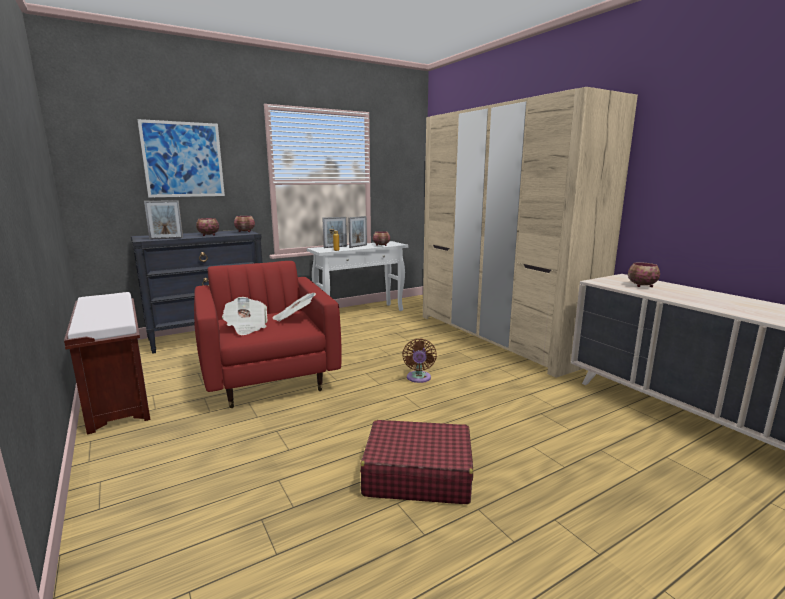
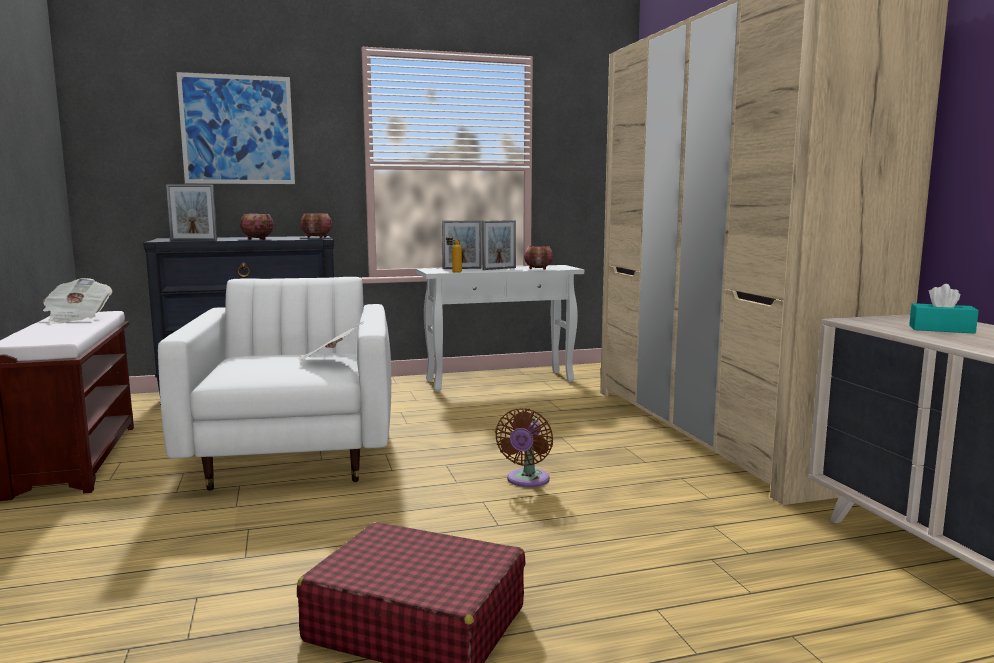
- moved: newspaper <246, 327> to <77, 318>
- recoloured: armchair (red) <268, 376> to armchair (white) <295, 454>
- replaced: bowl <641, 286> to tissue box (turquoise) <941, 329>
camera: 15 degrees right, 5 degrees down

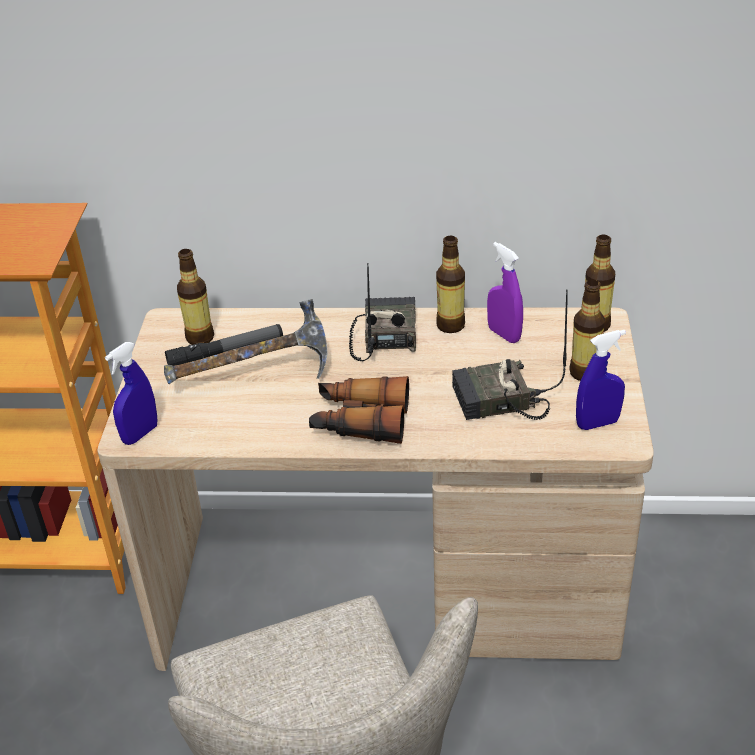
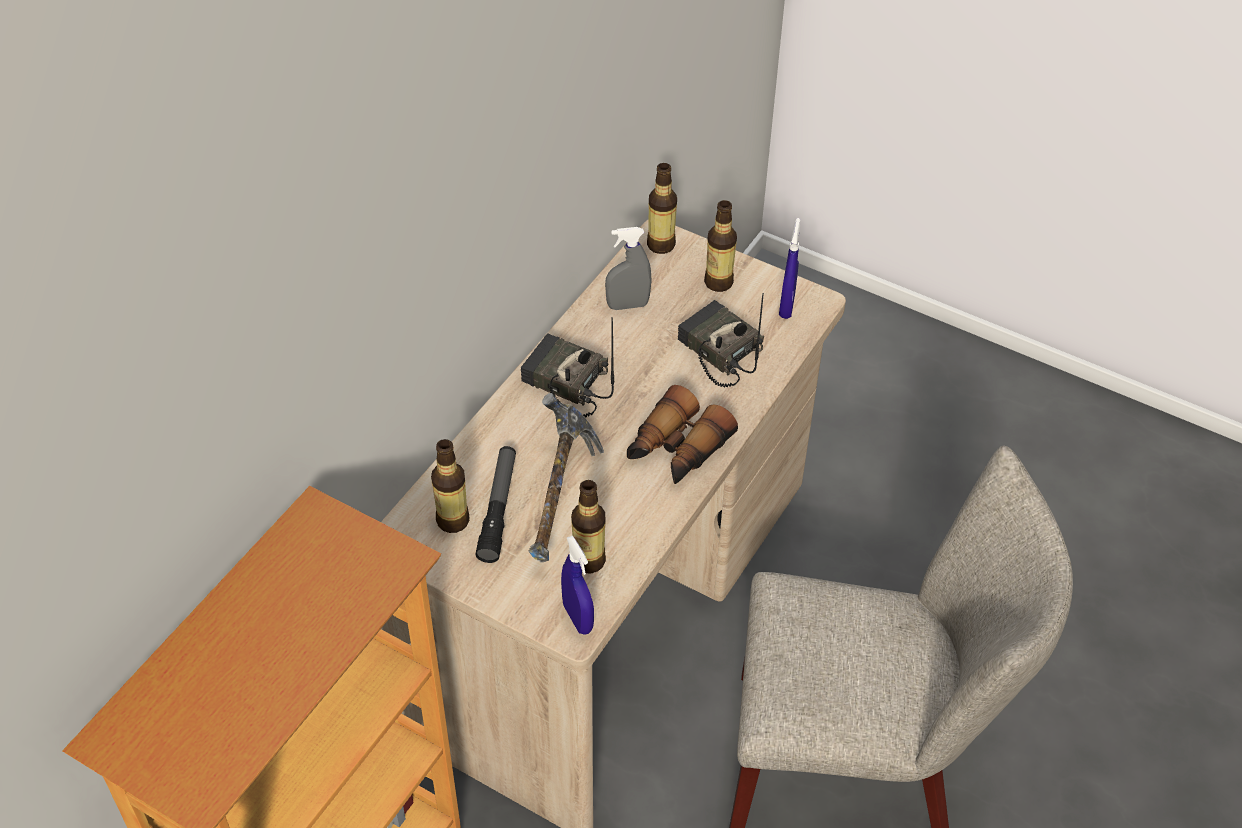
- moved: bottle <450, 325> to <588, 561>
- recoloured: spray bottle (purple) <504, 334> to spray bottle (grey) <627, 305>
- turned: radio <498, 402> = <717, 351> 120 degrees clockwise
camera: 65 degrees left, 10 degrees up

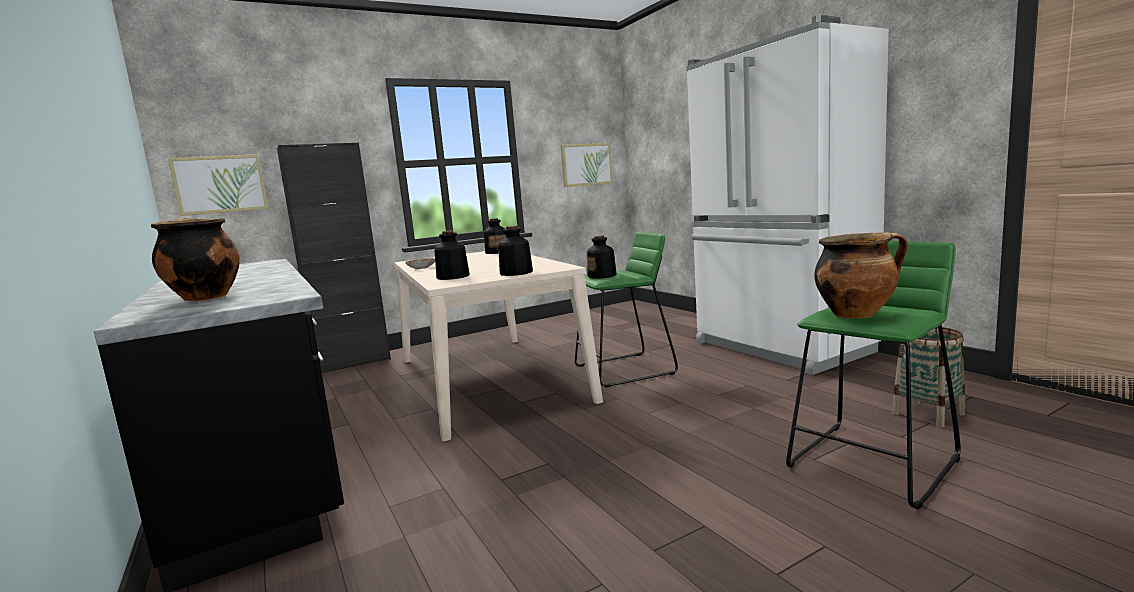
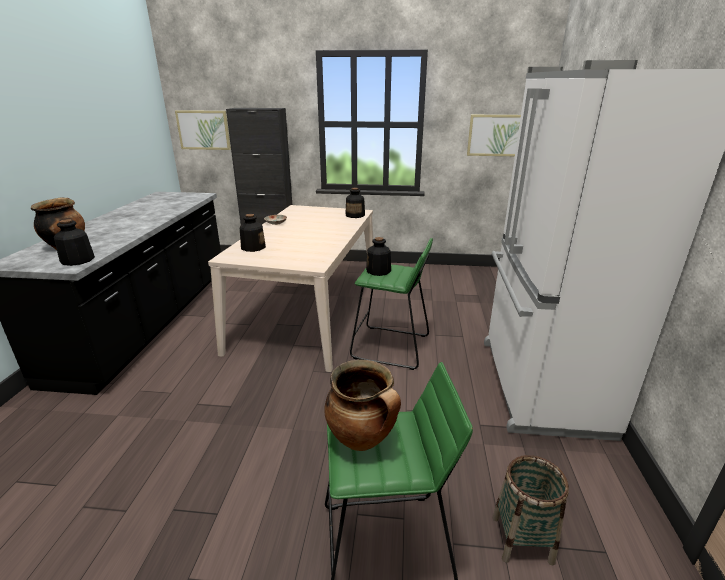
- moved: bottle <516, 273> to <77, 260>
camera: 35 degrees right, 15 degrees up

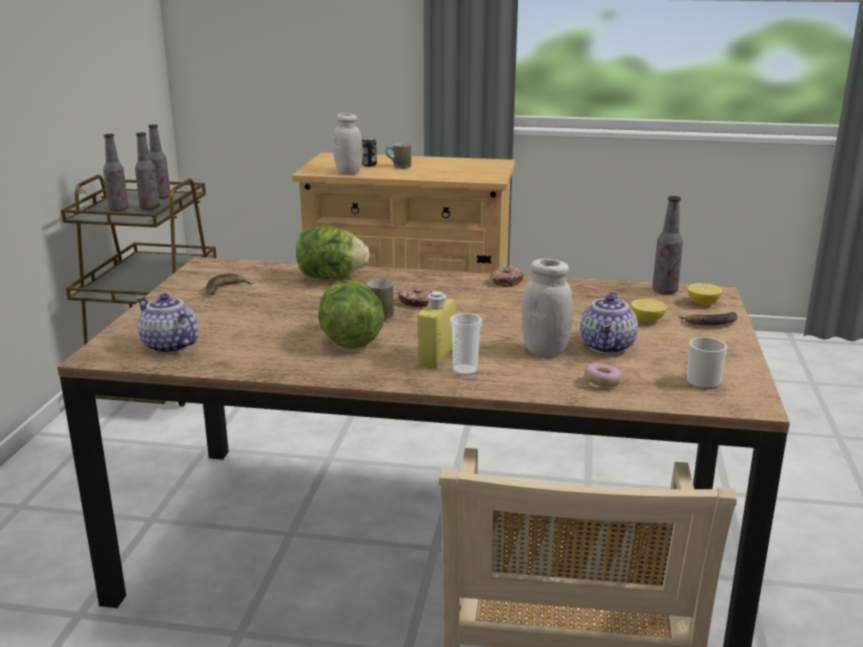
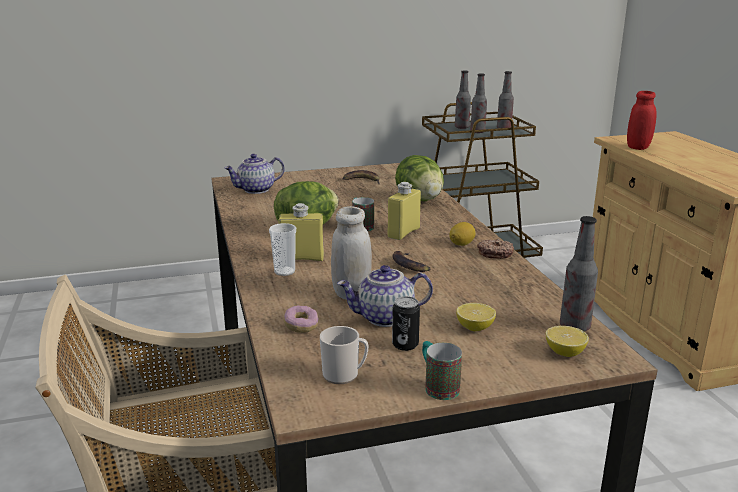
- turned: teapot <168, 346> = <256, 190> 135 degrees counterclockwise
- replaced: donut <416, 302> to bottle (yellow) <403, 233>
- moved: can <369, 165> to <405, 345>
- moved: banana <710, 322> to <410, 265>
- moved: mug <398, 166> to <437, 386>
- added: lemon <461, 244>
- recoloured: jar (white) <348, 172> to jar (red) <638, 147>
camera: 65 degrees right, 0 degrees up

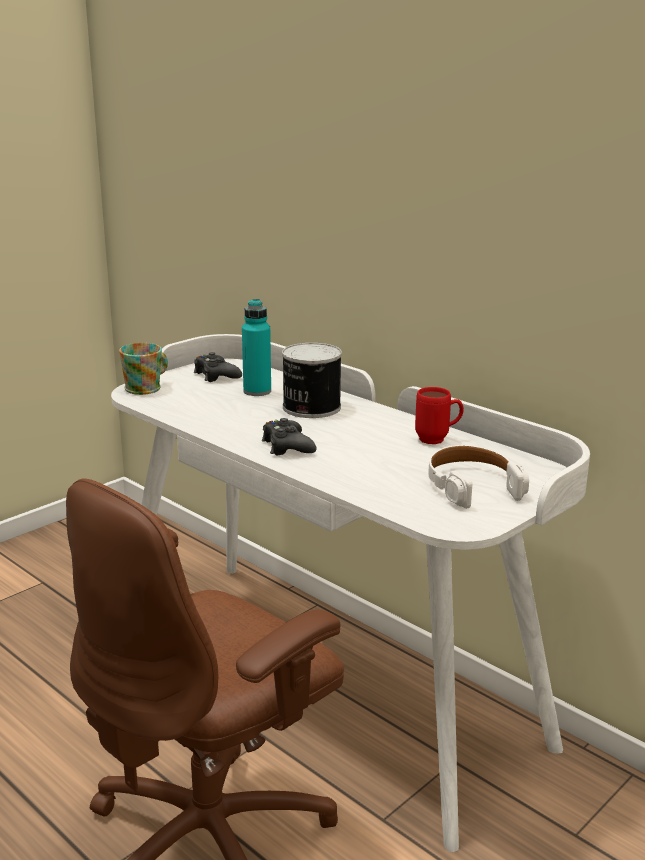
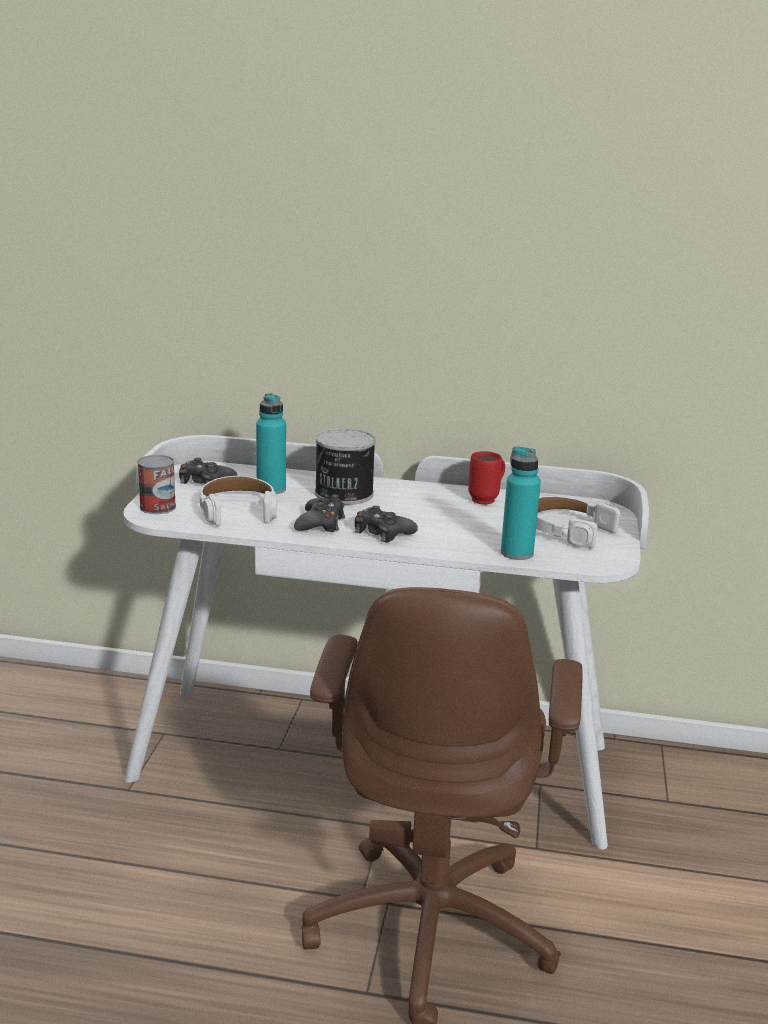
- replaced: mug <147, 387> to can <157, 507>
- added: headphones (white) <238, 510>
- added: game controller (black) <320, 523>
- added: bottle (turquoise) <517, 553>
camera: 35 degrees left, 0 degrees up

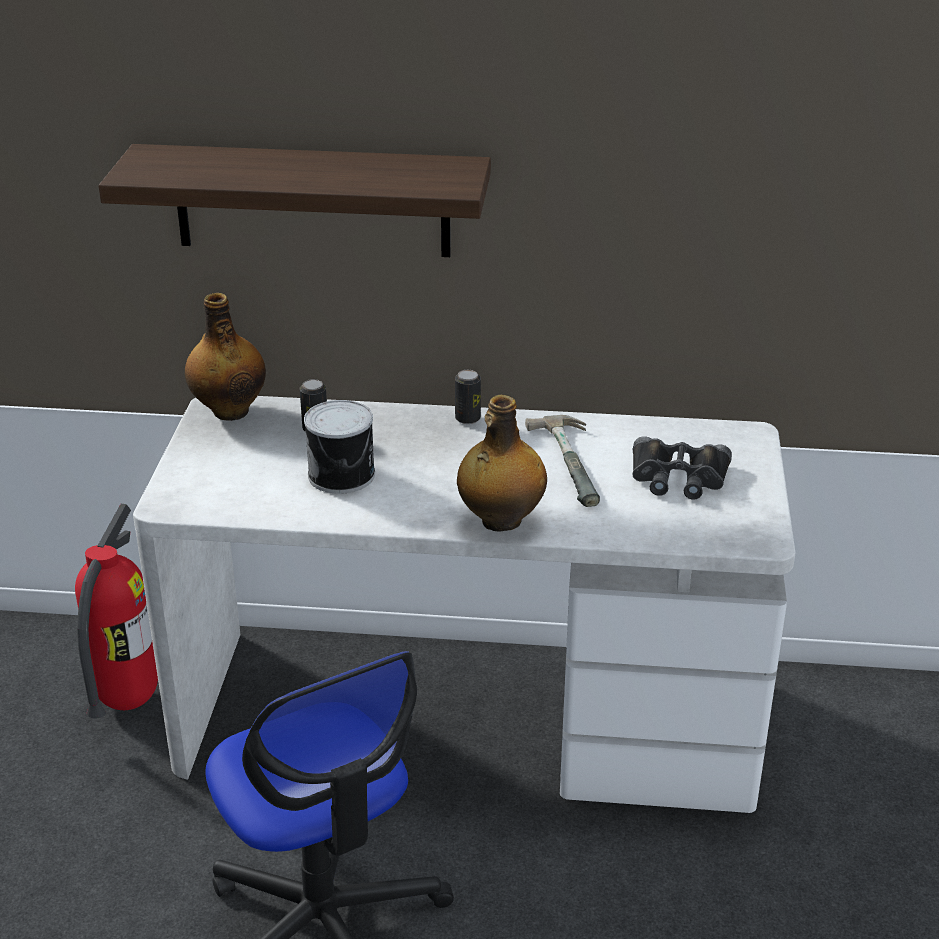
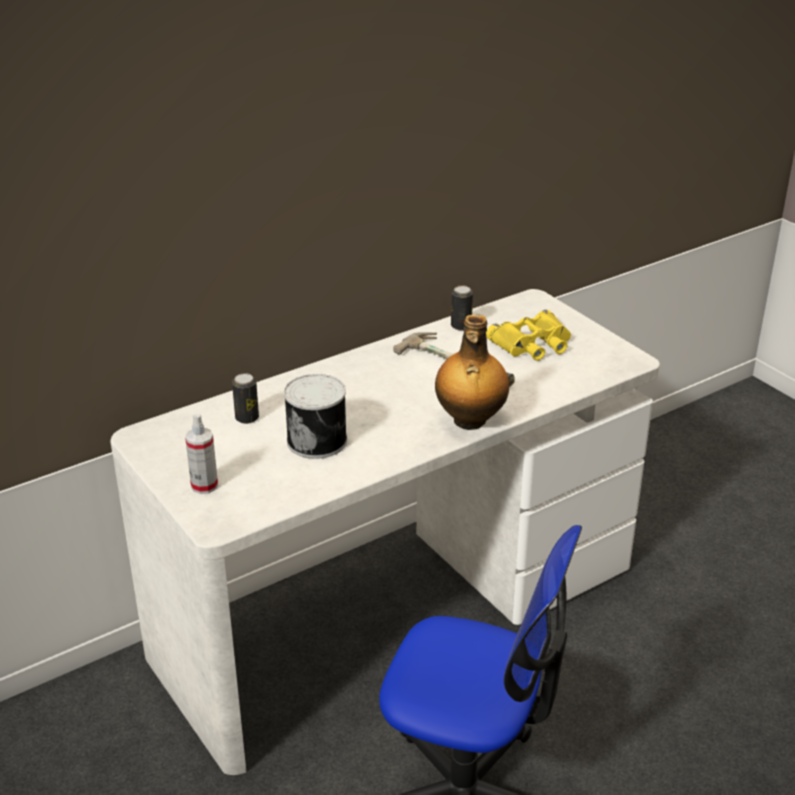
- added: spray bottle <204, 486>
- moved: can <467, 418> to <461, 326>
- recoloured: binoculars (black) <678, 477> to binoculars (yellow) <533, 344>
- removed: fire extinguisher <127, 701>
- removed: shelf <312, 201>
- removed: bottle <229, 410>
camera: 40 degrees left, 0 degrees up

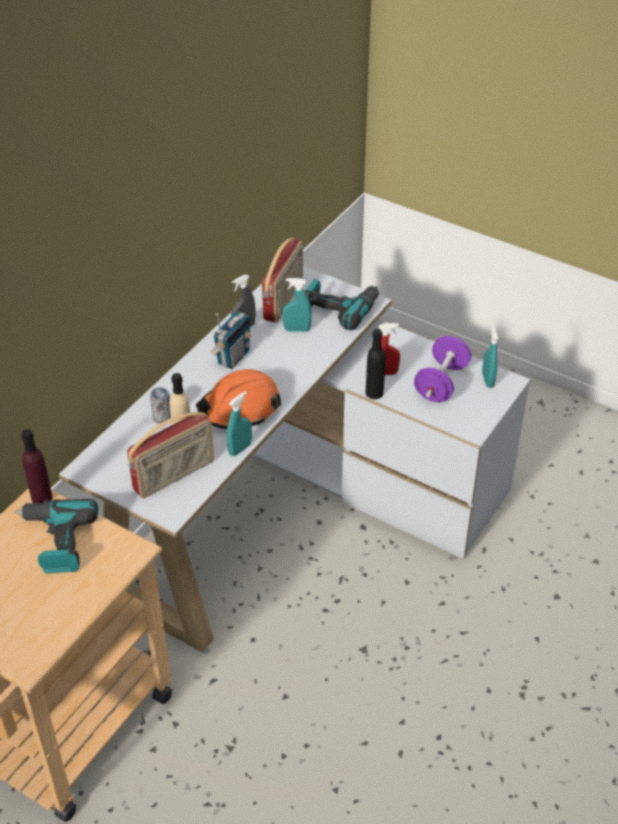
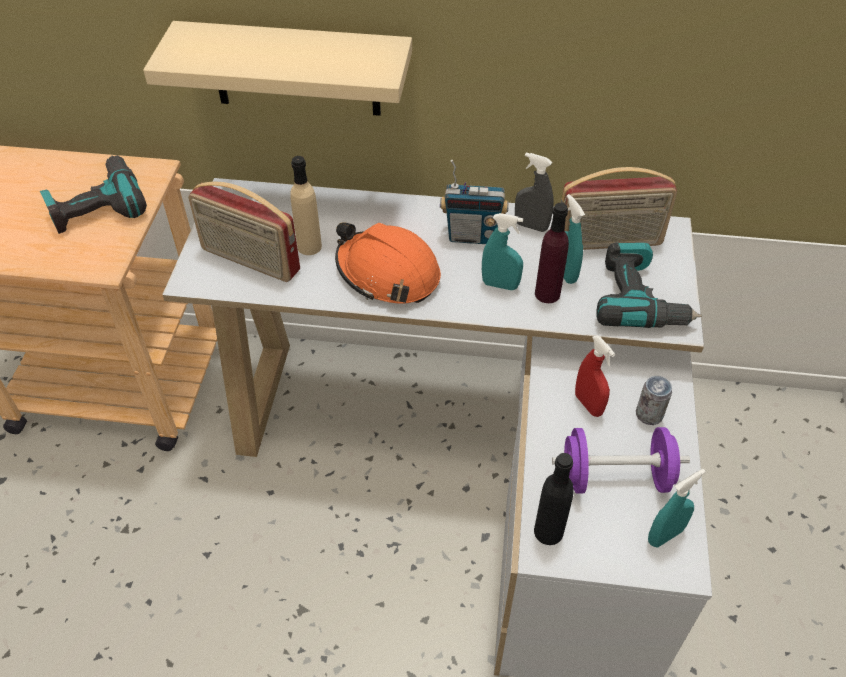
- added: shelf (beige) <296, 69>
- moved: spray bottle (turquoise) <240, 449> to <500, 285>
- moved: bottle (black) <374, 393> to <548, 531>
- moved: bottle (purple) <42, 498> to <547, 294>
- moved: can <162, 418> to <649, 415>
camera: 65 degrees right, 5 degrees up

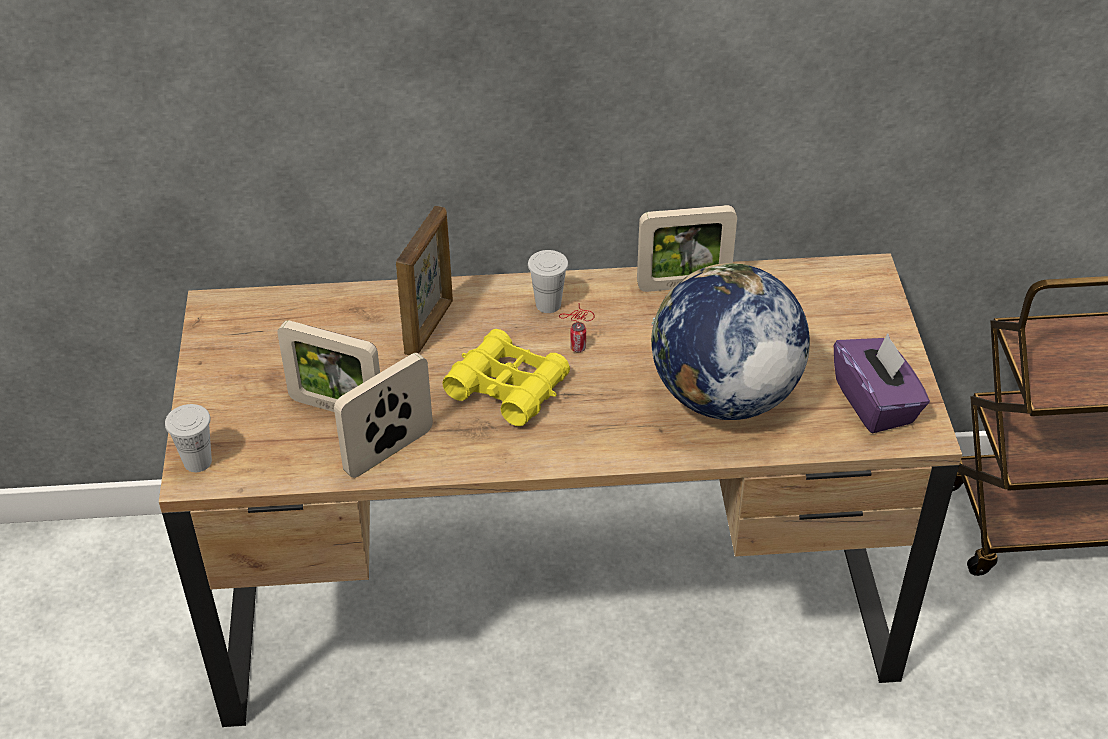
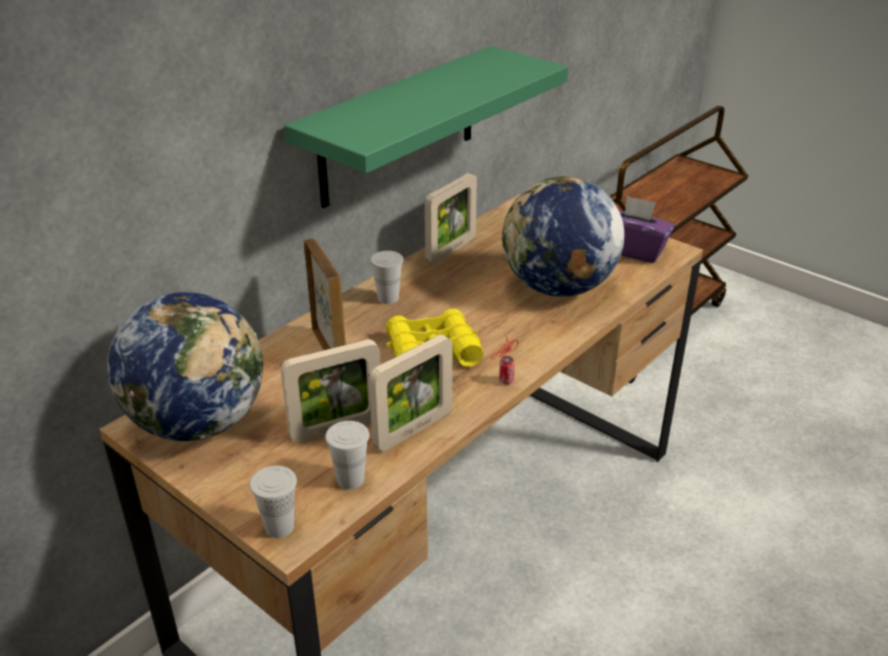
- added: globe <199, 422>
- added: shelf (green) <399, 126>
- added: cup (white) <350, 479>
- turned: picture frame <389, 451> = <413, 430> 135 degrees counterclockwise
- moved: can <576, 348> to <504, 382>
camera: 45 degrees left, 10 degrees down

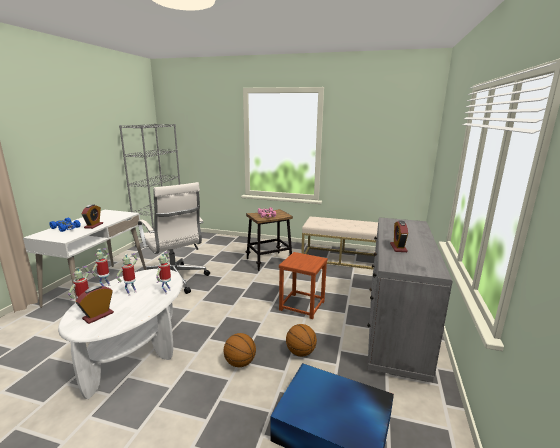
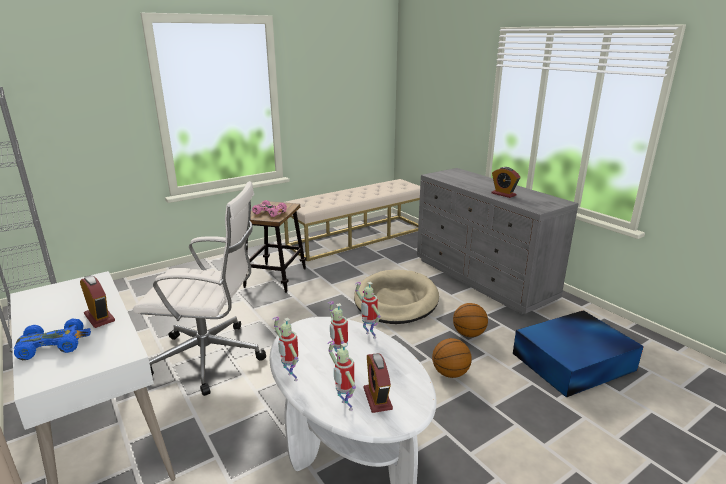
- replaced: stool (brown) <302, 306> to dog bed (beige) <396, 300>
camera: 50 degrees left, 5 degrees up

